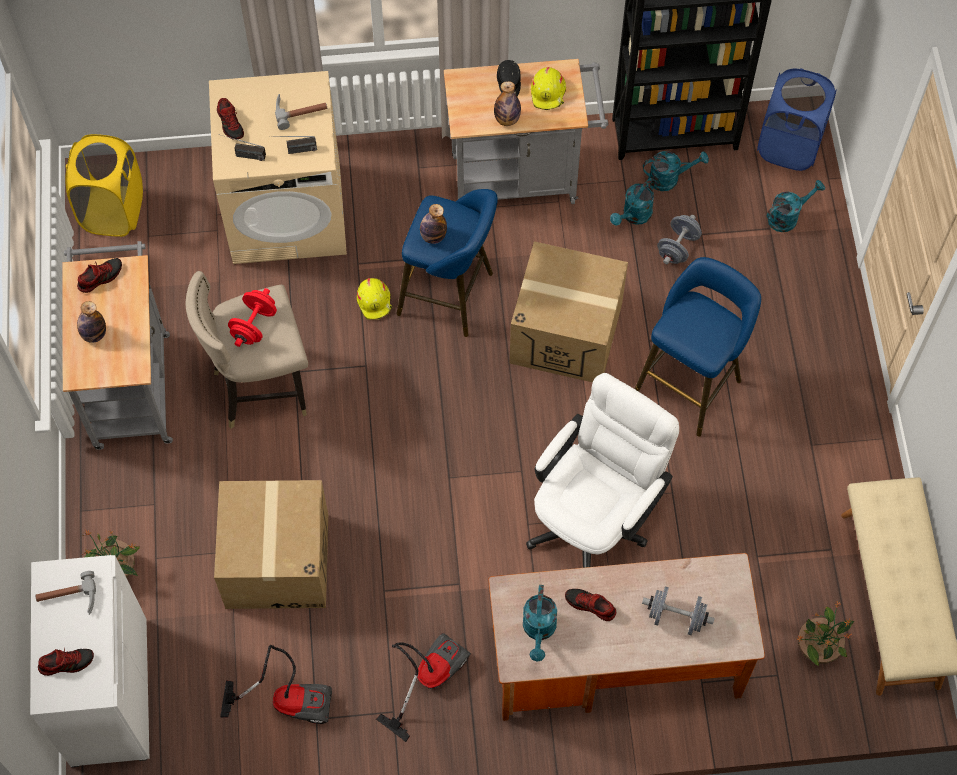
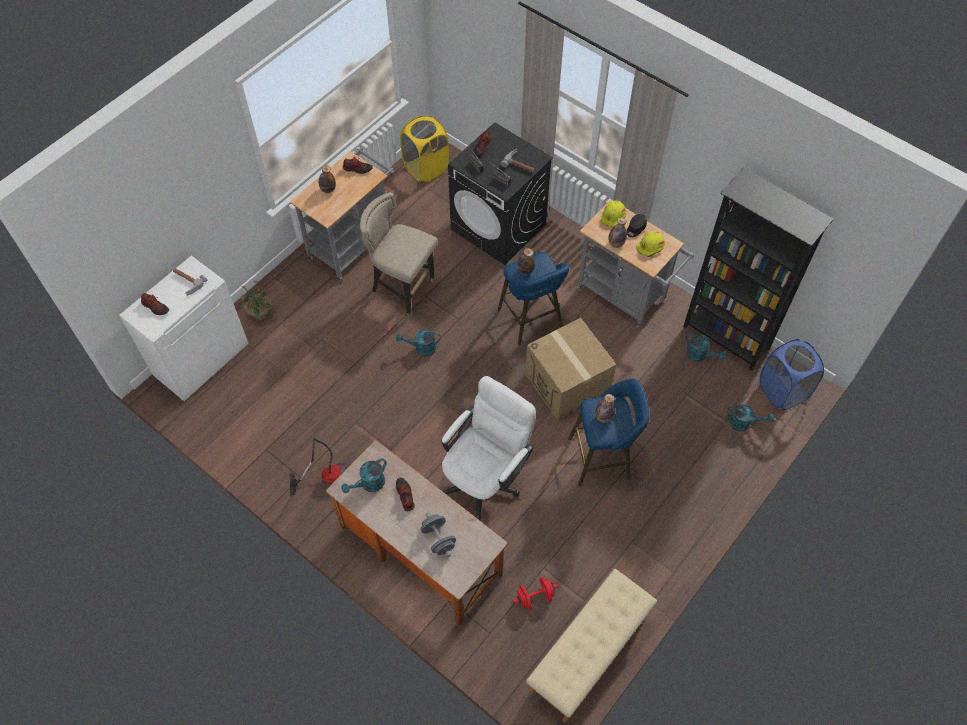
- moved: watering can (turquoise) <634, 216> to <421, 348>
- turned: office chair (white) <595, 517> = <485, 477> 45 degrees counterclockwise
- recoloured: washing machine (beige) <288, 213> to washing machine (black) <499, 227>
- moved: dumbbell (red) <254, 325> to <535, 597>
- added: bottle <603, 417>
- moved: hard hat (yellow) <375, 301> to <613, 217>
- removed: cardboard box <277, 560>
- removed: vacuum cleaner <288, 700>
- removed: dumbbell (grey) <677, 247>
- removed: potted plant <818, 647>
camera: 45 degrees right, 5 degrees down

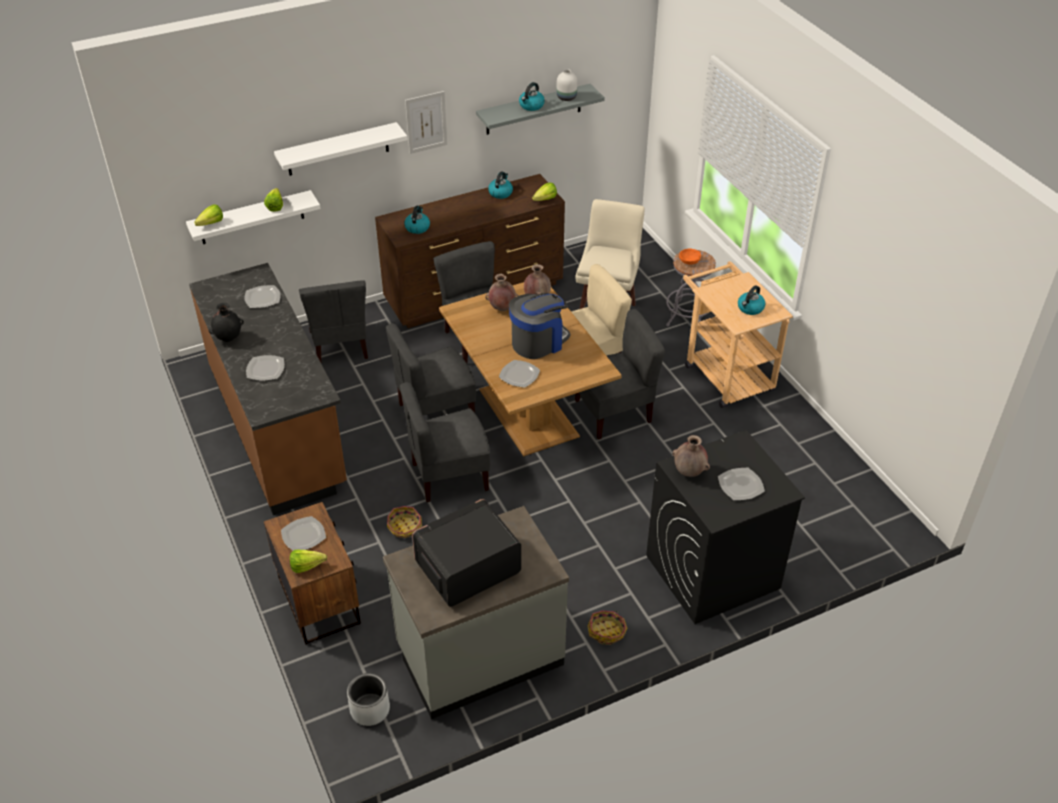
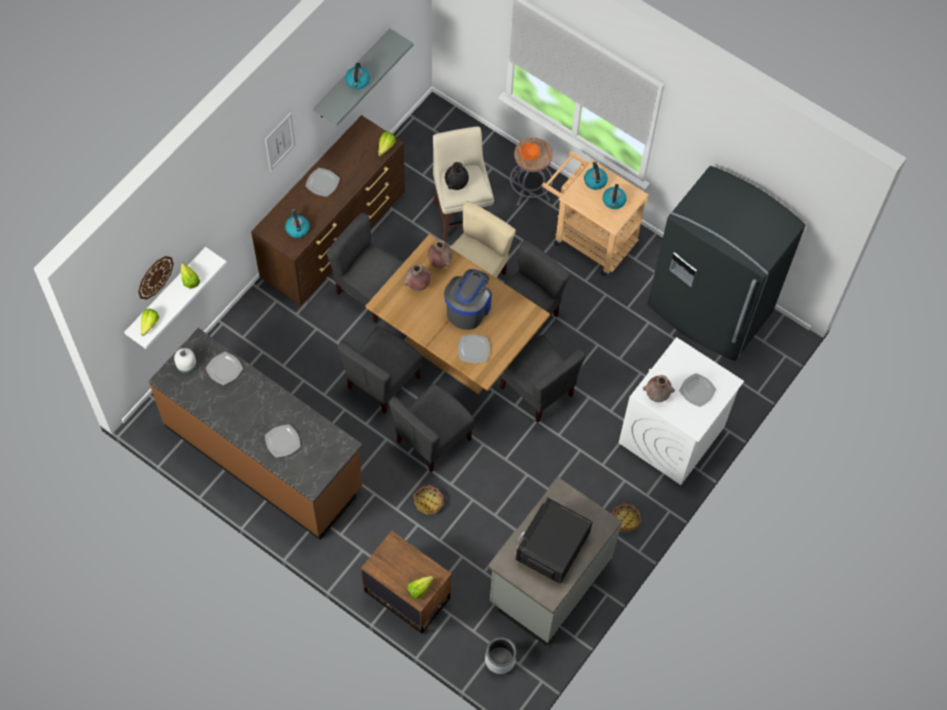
- added: wall clock <155, 277>
- moved: vase (white) <566, 97> to <186, 365>
- moved: plate <304, 535> to <323, 183>
- moved: vase (black) <229, 338> to <456, 184>
- moved: chair (grey) <340, 345> to <537, 391>
- moved: kettle <500, 193> to <595, 181>
- recoloured: washing machine (black) <712, 572> to washing machine (white) <671, 435>
- added: fridge (grey) <708, 310>
- removed: shelf (white) <338, 149>
camera: 30 degrees left, 20 degrees up

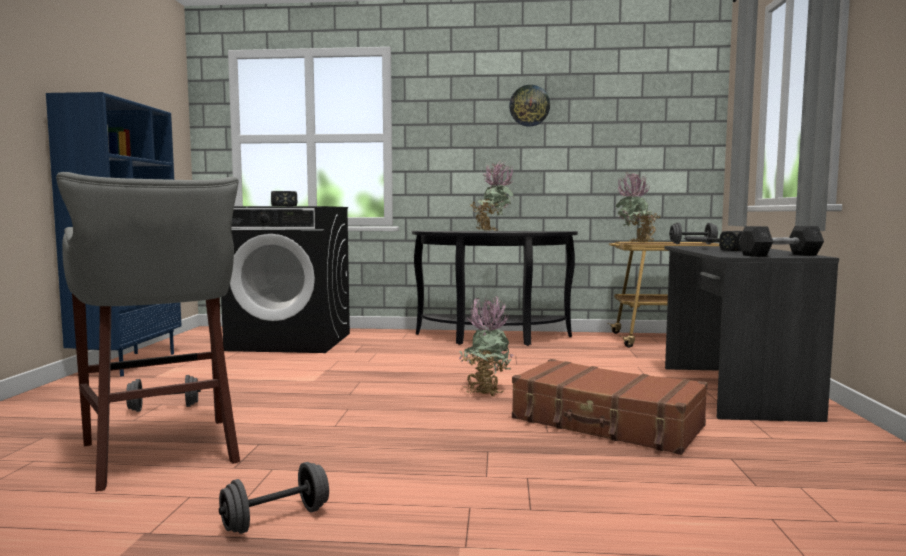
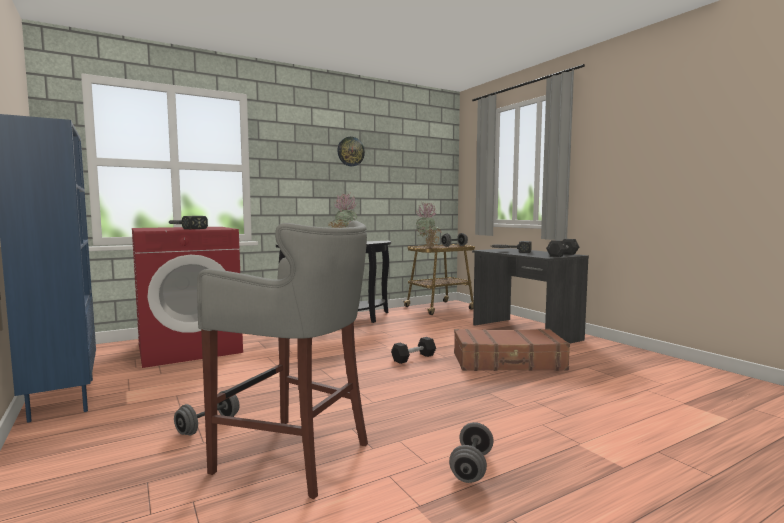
- recoloured: washing machine (black) <292, 341> to washing machine (red) <190, 348>
- replaced: potted plant <485, 391> to dumbbell (black) <413, 358>
camera: 35 degrees left, 0 degrees up

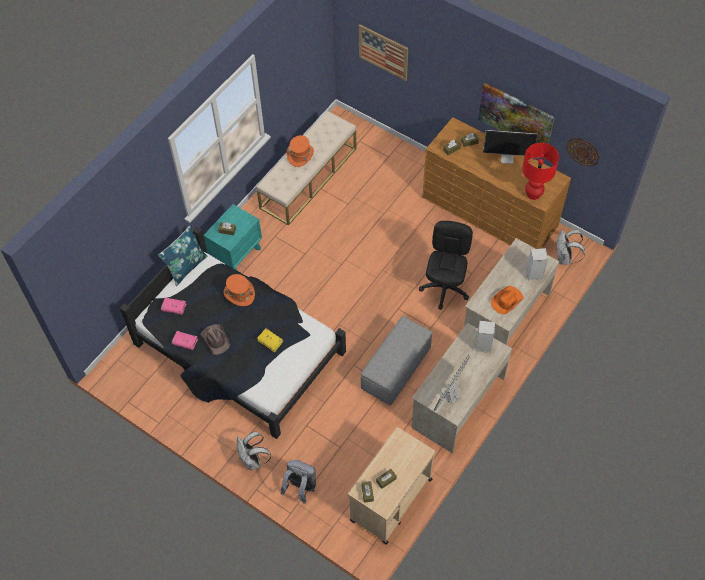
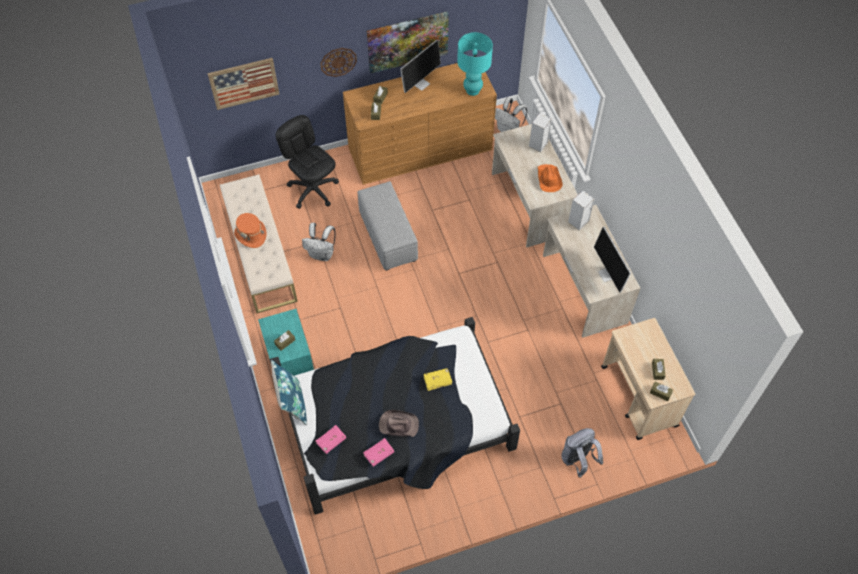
- moved: office chair (black) <445, 288> to <313, 189>
- moved: backpack (white) <253, 460> to <322, 254>
- moved: wall clock <583, 151> to <338, 61>
- moved: ottoman (grey) <396, 369> to <388, 236>
- recoloured: table lamp (red) <533, 194> to table lamp (turquoise) <472, 90>
- removed: hat (orange) <239, 294>
camera: 55 degrees left, 0 degrees up

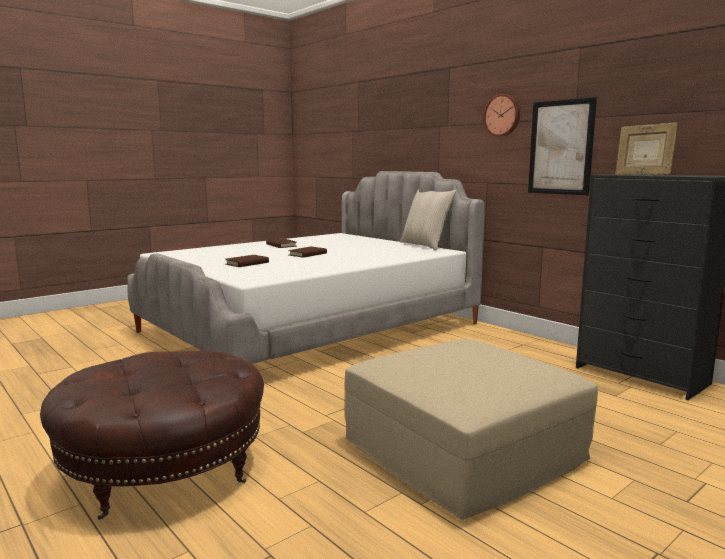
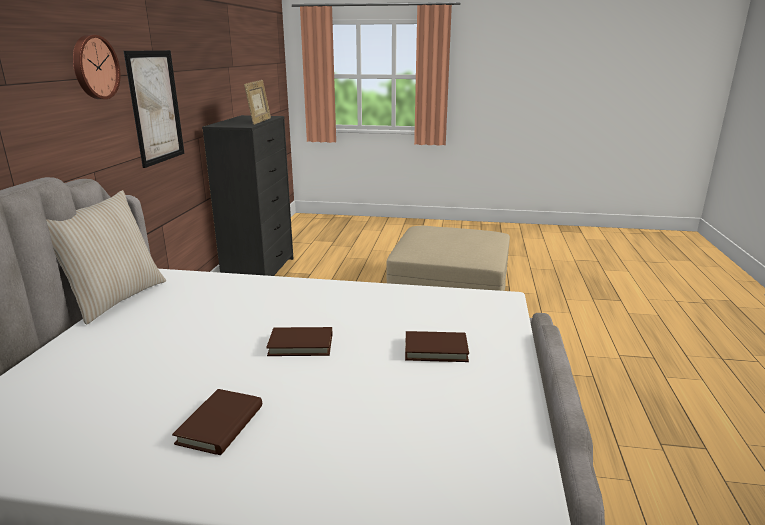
- removed: ottoman (brown) <164, 468>
camera: 130 degrees left, 10 degrees up

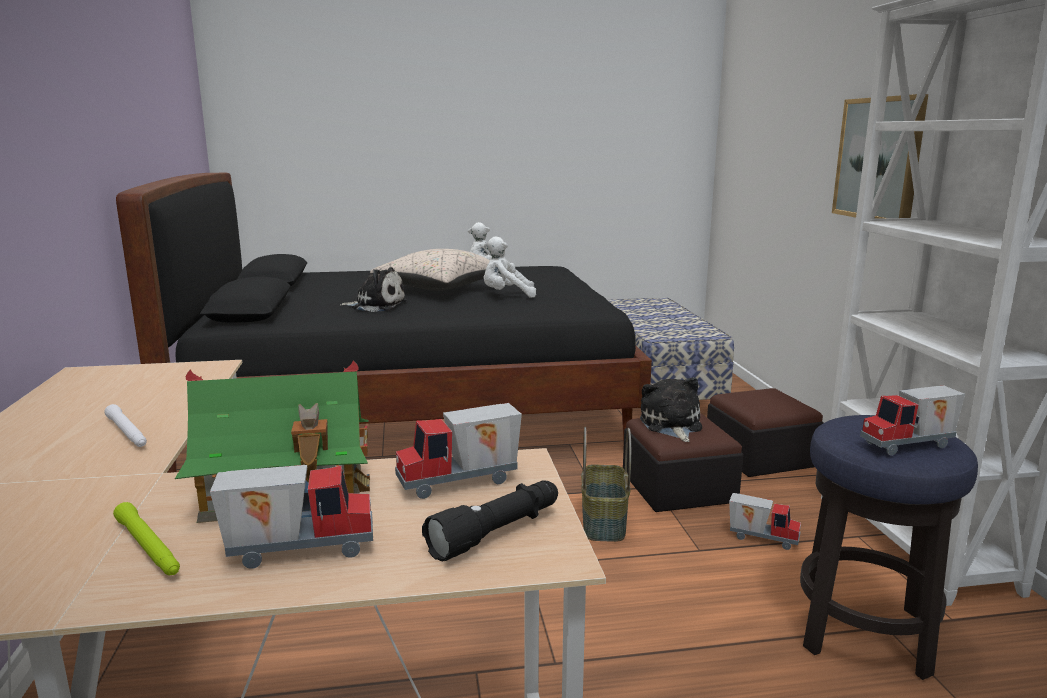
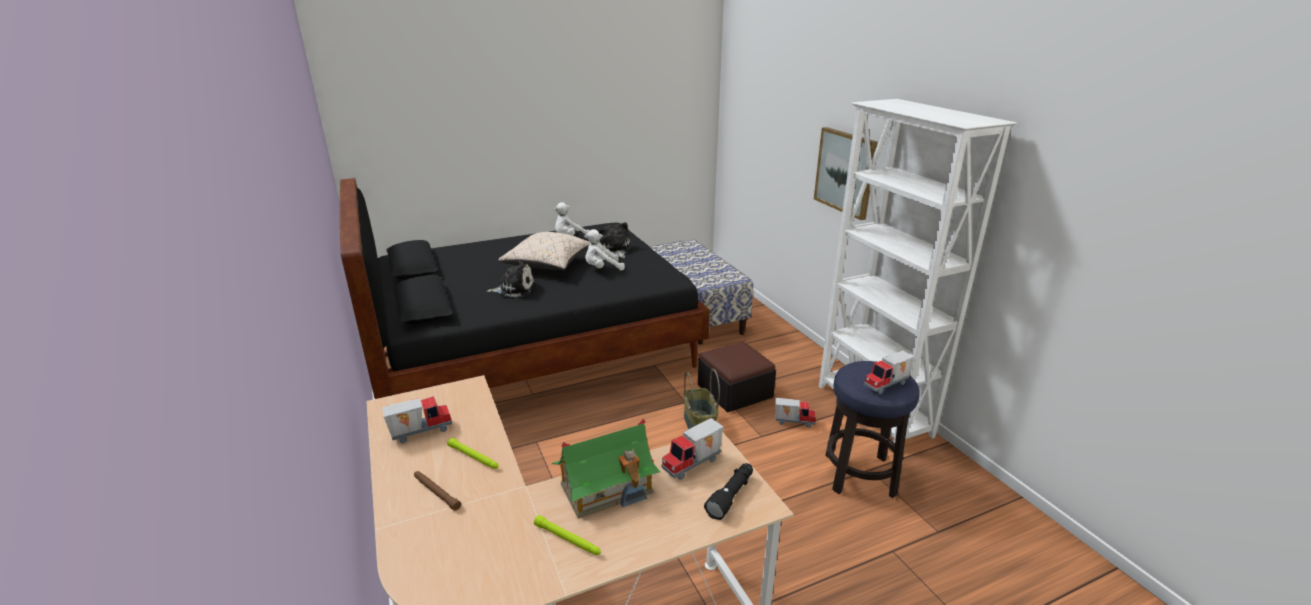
- moved: toy truck <300, 548> to <420, 431>
- added: flashlight (brown) <436, 492>
- recoloured: flashlight (white) <127, 433> to flashlight (green) <474, 457>
- moved: plush toy <671, 425> to <615, 250>
- removed: ottoman <760, 455>
camera: 15 degrees left, 10 degrees up

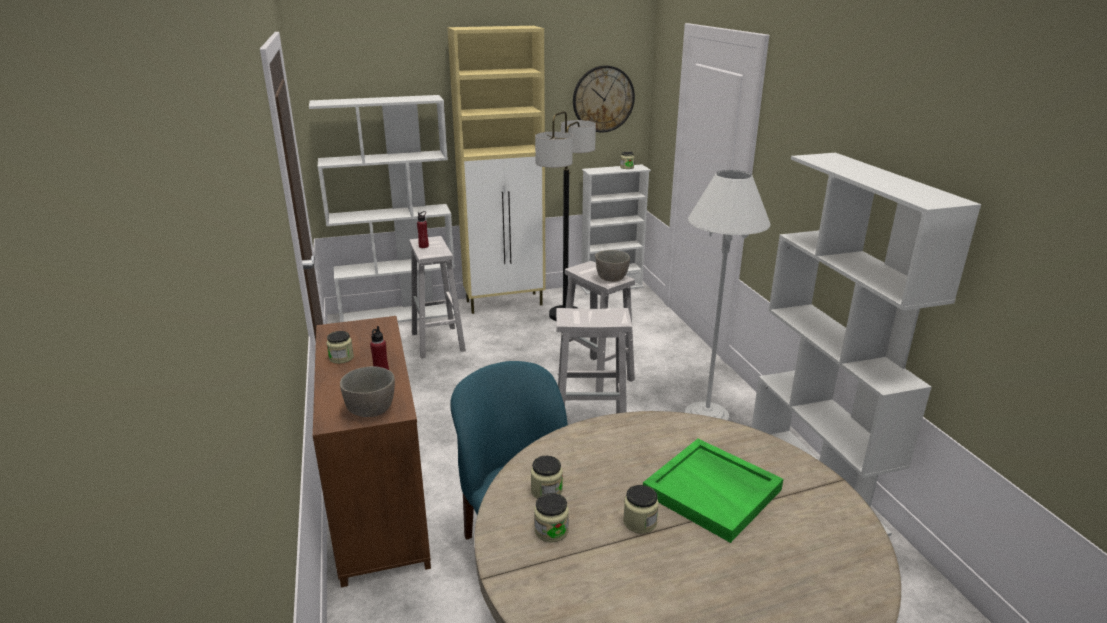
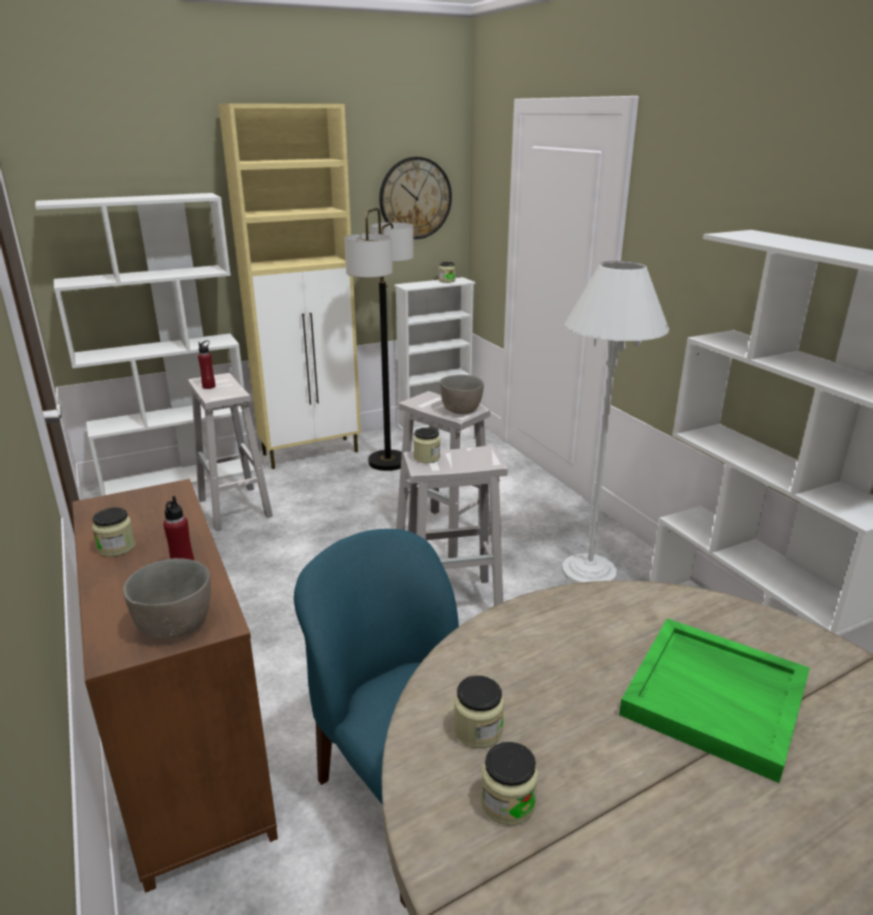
- moved: jar <640, 522> to <426, 457>
camera: 10 degrees left, 0 degrees up

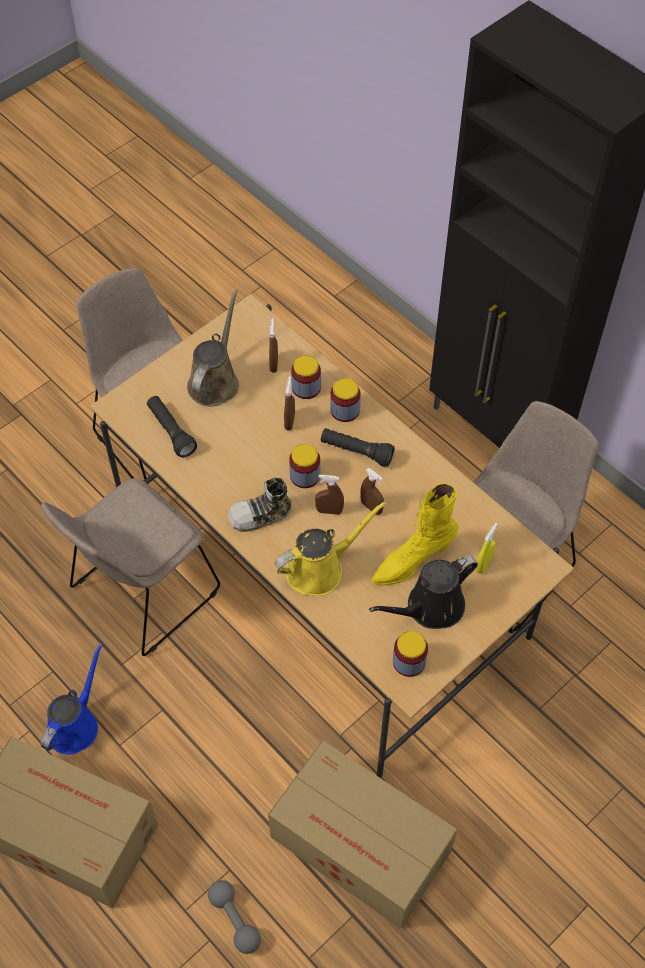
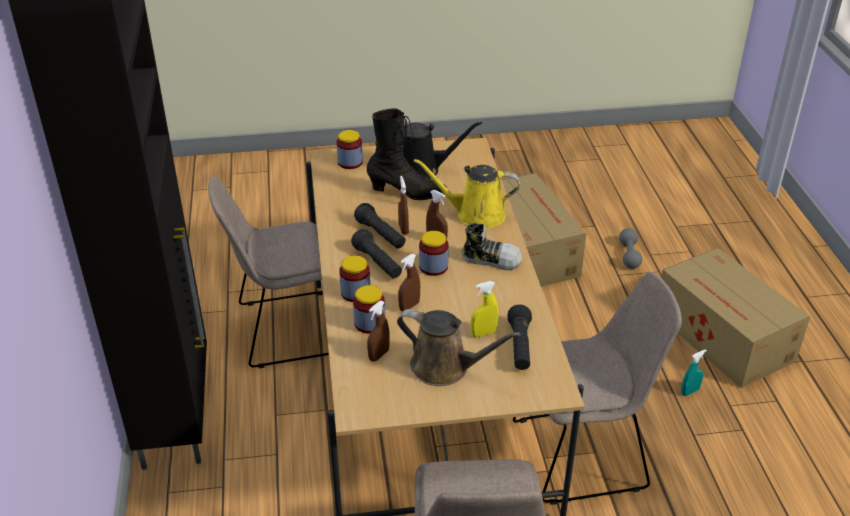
- moved: jar <409, 661> to <350, 162>
- added: flashlight (black) <381, 235>
- recoloured: boot (yellow) <412, 561> to boot (black) <407, 193>
- turned: watering can (brown) <215, 381> = <445, 367> 120 degrees counterclockwise
- moved: spray bottle (yellow) <483, 564> to <483, 333>
- replaced: watering can (blue) <75, 724> to spray bottle (turquoise) <690, 391>
camera: 145 degrees left, 20 degrees down

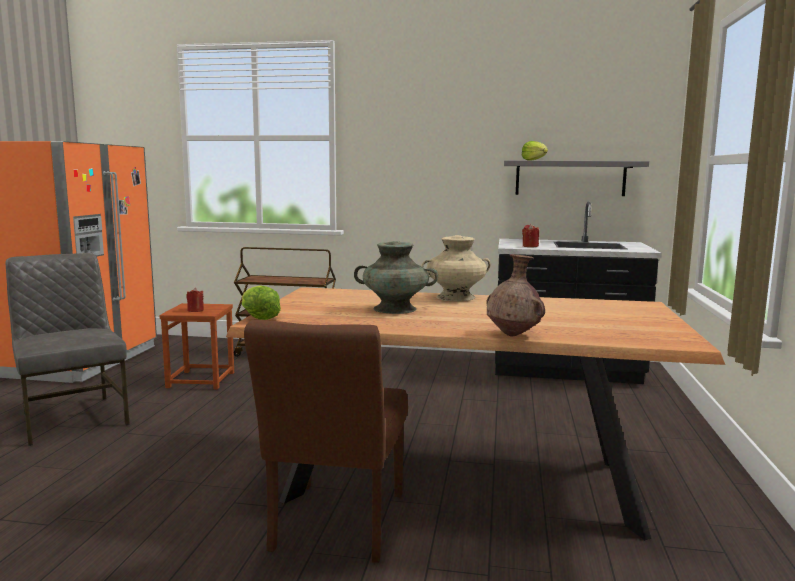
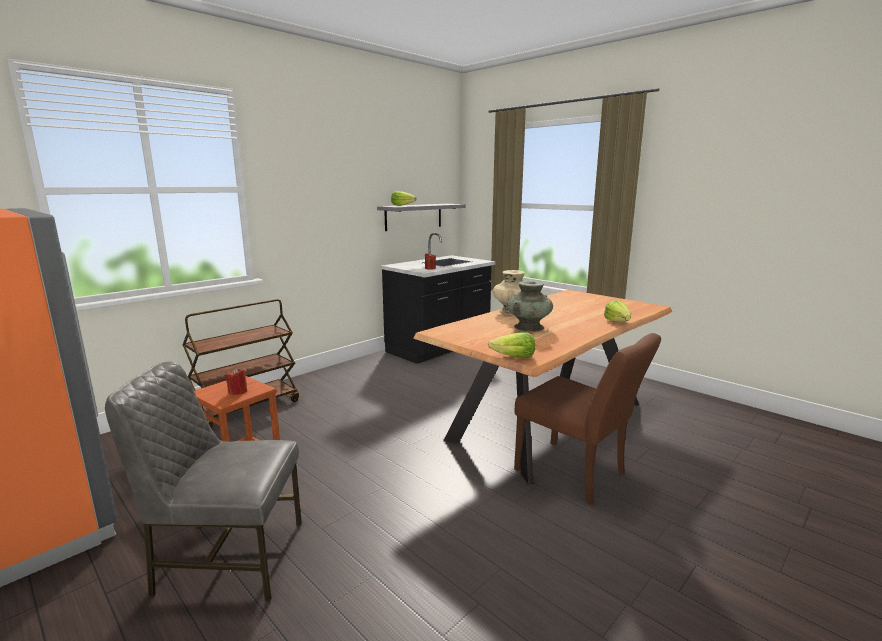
- replaced: vase (brown) <514, 335> to lettuce <618, 322>
camera: 55 degrees left, 5 degrees up

